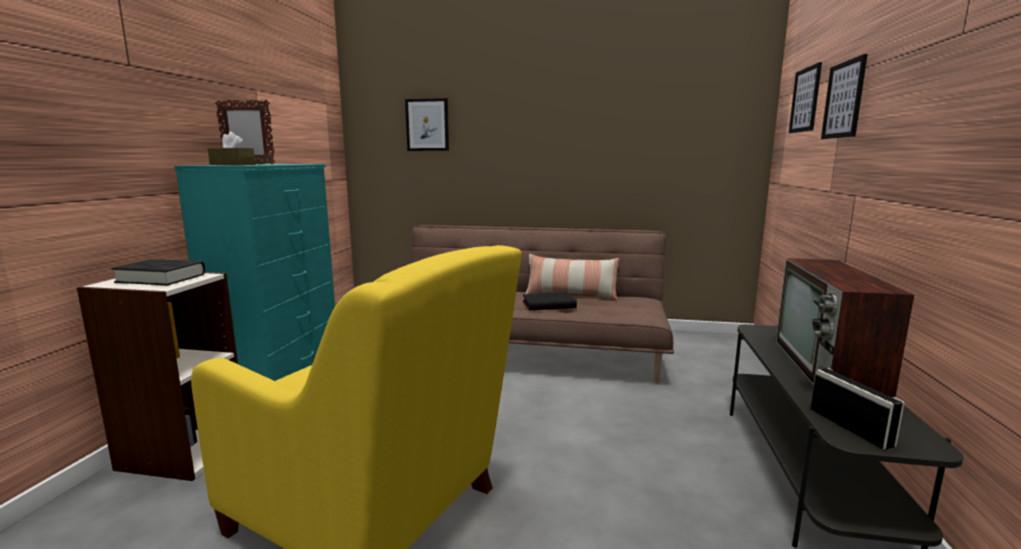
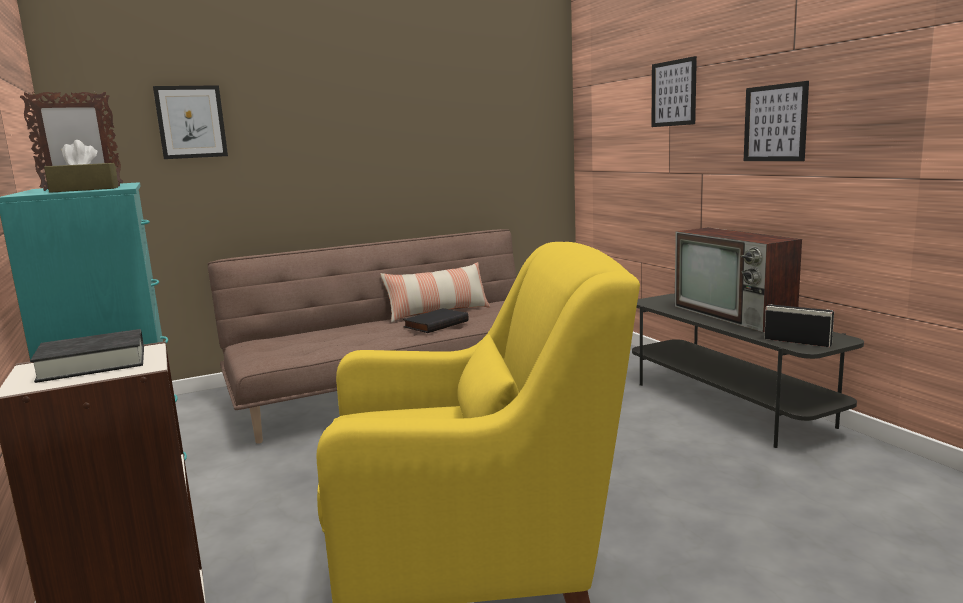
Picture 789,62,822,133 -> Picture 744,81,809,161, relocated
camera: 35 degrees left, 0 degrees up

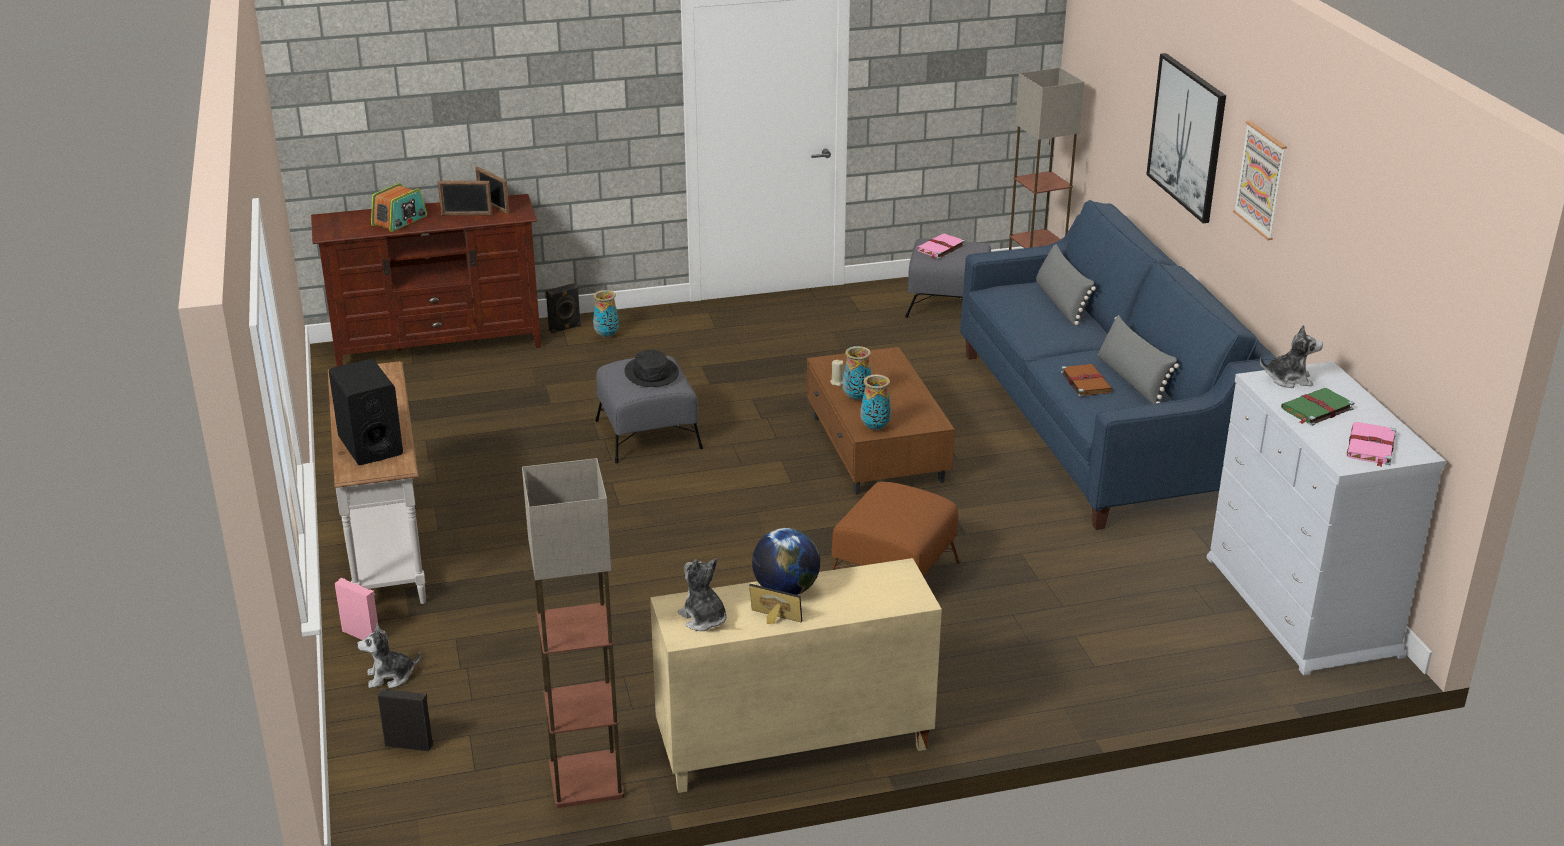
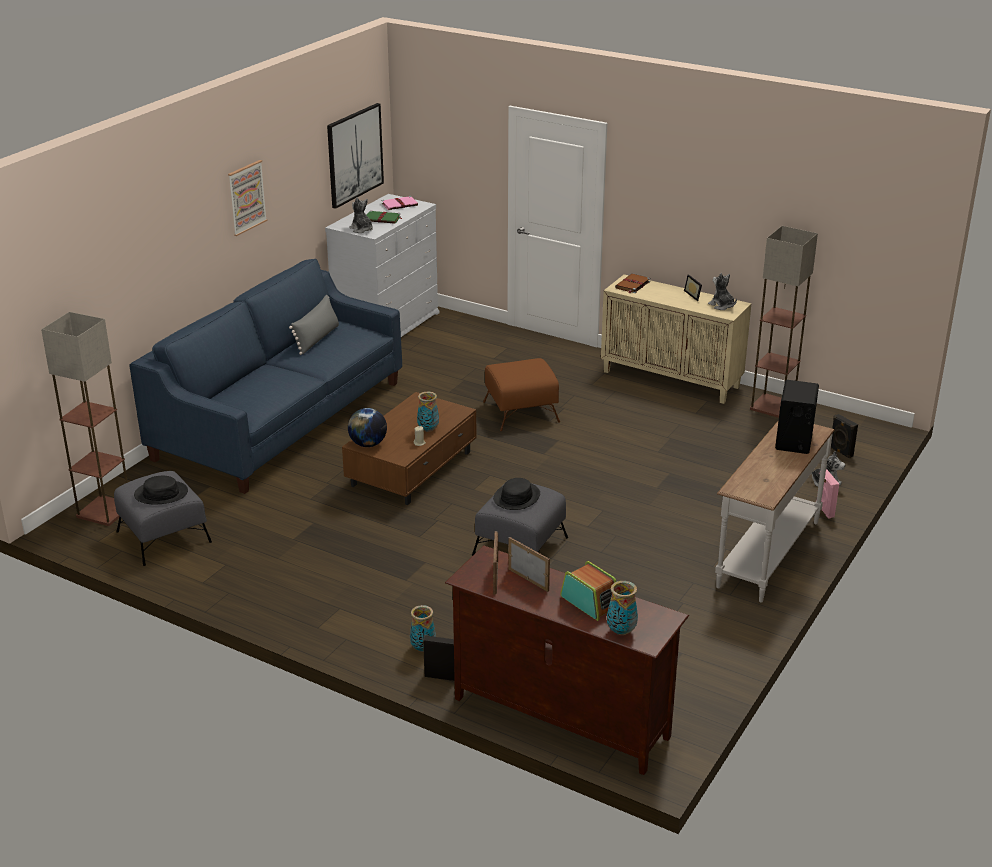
GreyPillow 1036,244,1096,325 -> none
Globe 752,528,820,595 -> Globe 348,408,387,447, relocated
Vase 861,375,891,431 -> Vase 607,581,638,635, relocated
BrownBook 1061,364,1113,397 -> BrownBook 615,274,650,293, relocated
Picture 1146,53,1226,223 -> Picture 327,103,384,209, relocated
PinkBook 916,234,965,259 -> BlackHat 134,476,188,504
Radio 371,183,427,232 -> Radio 560,561,617,621, 60 degrees clockwise
PlushToy 678,558,727,631 -> PlushToy 708,273,737,310, 135 degrees clockwise
camera: 135 degrees left, 0 degrees up

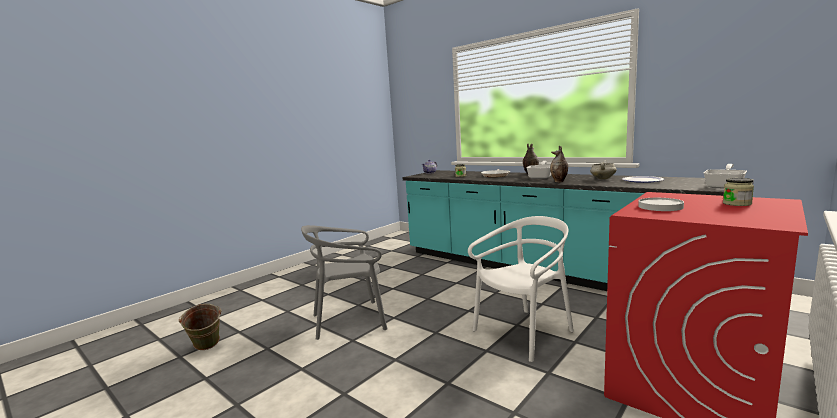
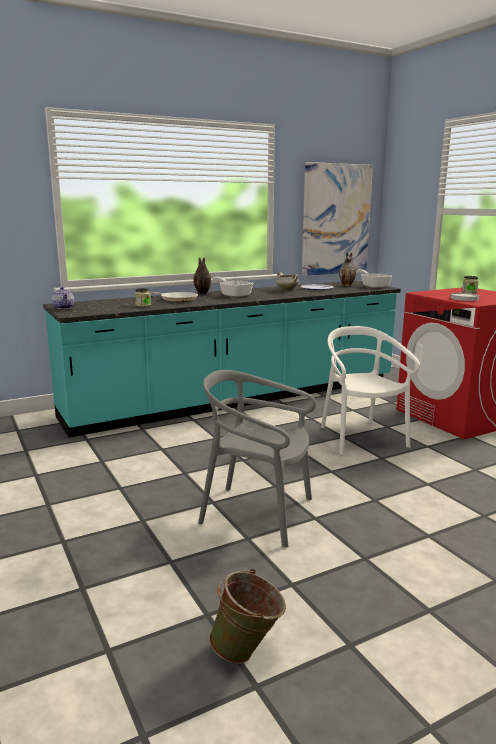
none -> Picture 302,162,373,276
Vase 550,145,568,182 -> Vase 339,252,356,286, relocated
GreyChair 301,225,388,340 -> GreyChair 198,370,316,548, 105 degrees clockwise
camera: 70 degrees left, 5 degrees up

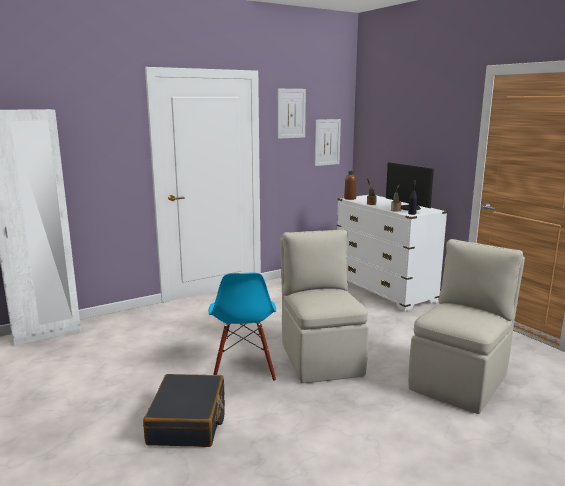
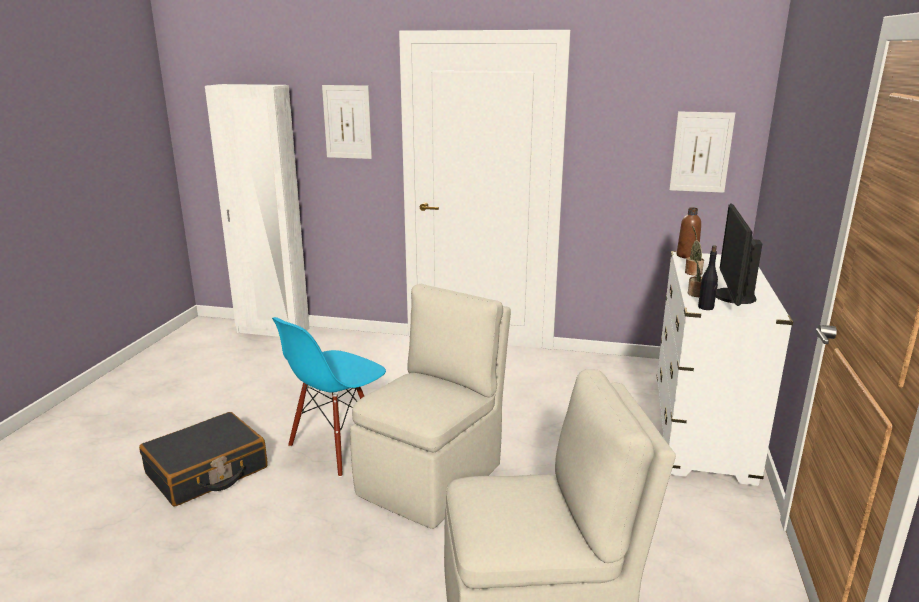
Picture 278,89,306,139 -> Picture 322,85,372,159, relocated
camera: 45 degrees right, 5 degrees up

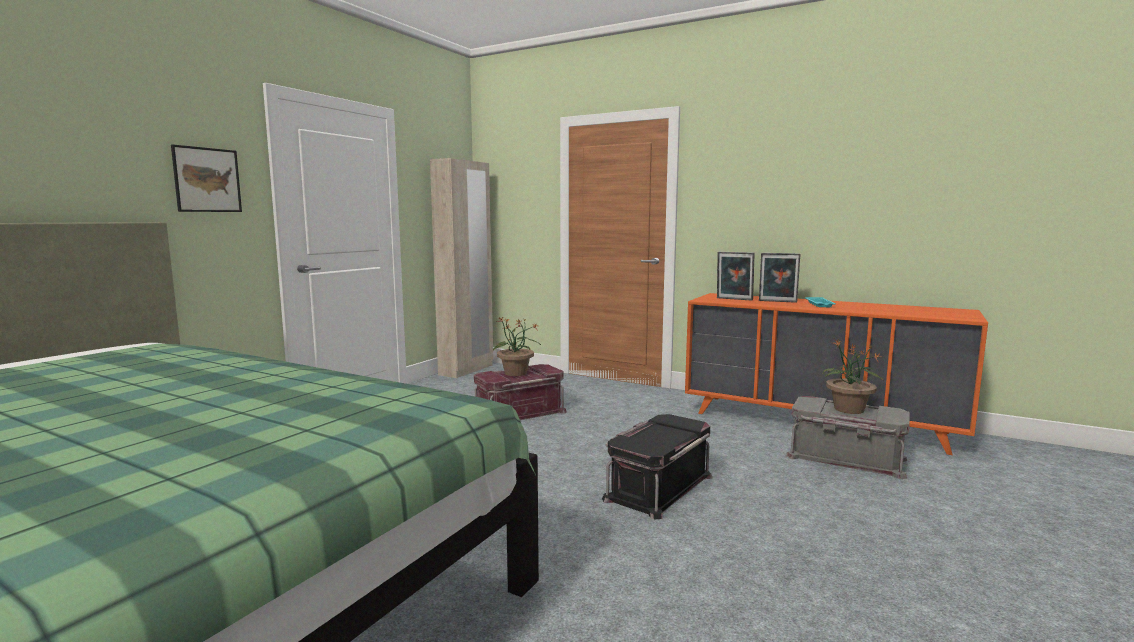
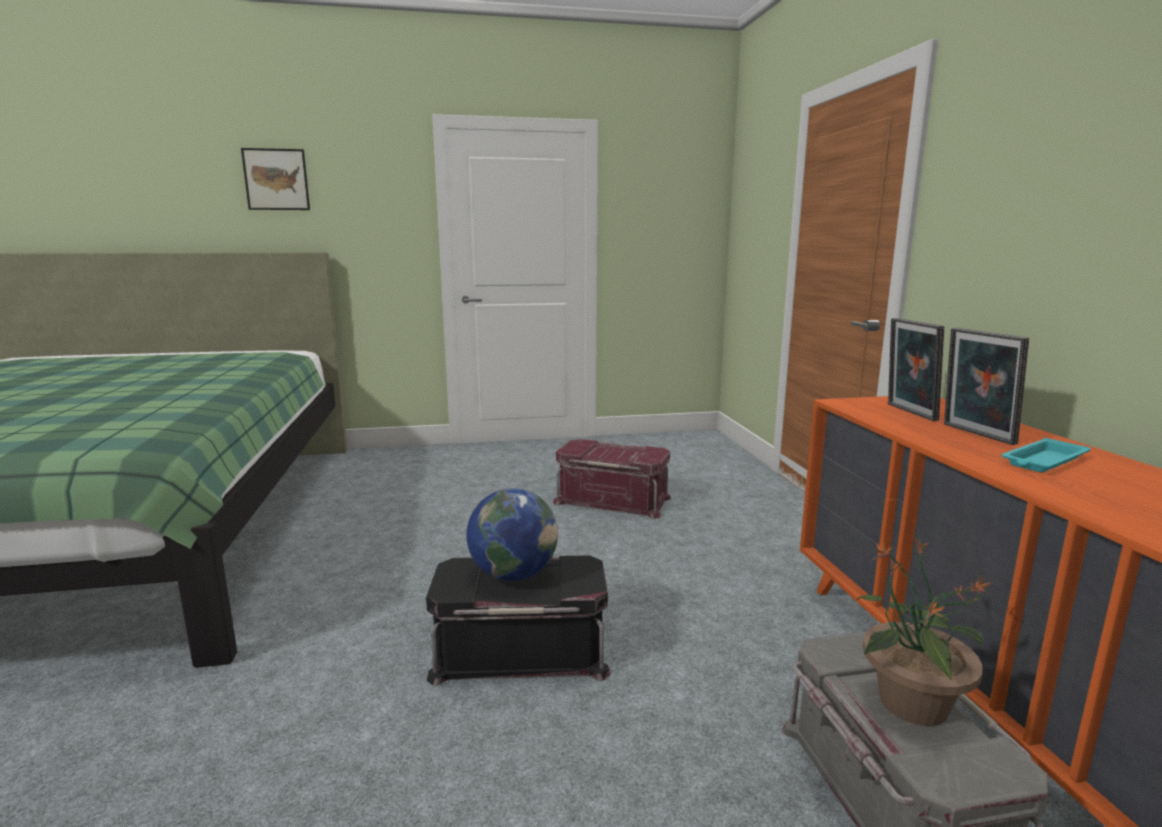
BeigeWardrobe 430,158,493,378 -> none
PottedPlant 493,318,541,376 -> none
none -> Globe 467,488,558,581
Picture 171,144,242,212 -> Picture 241,148,310,210, relocated
camera: 50 degrees right, 5 degrees up

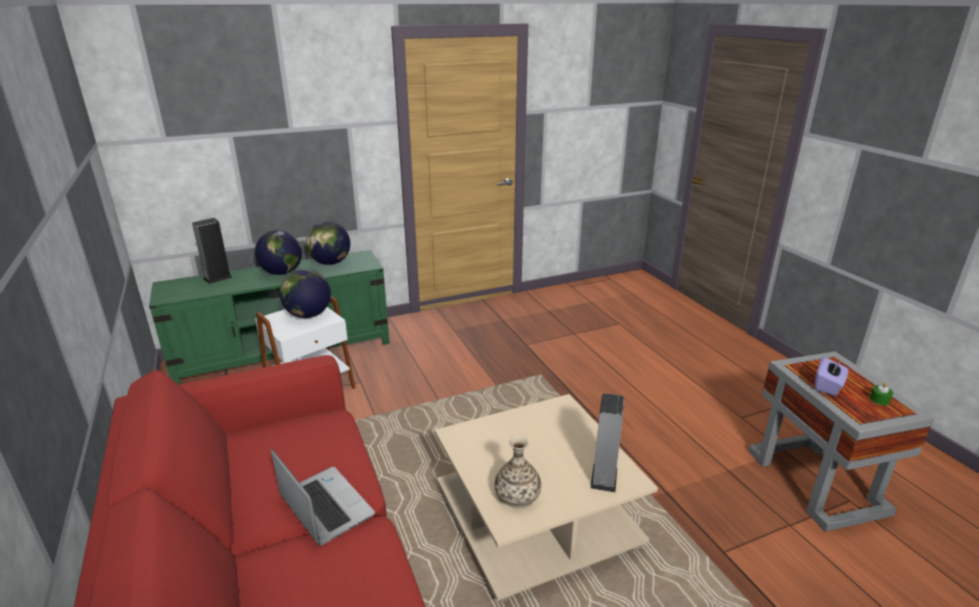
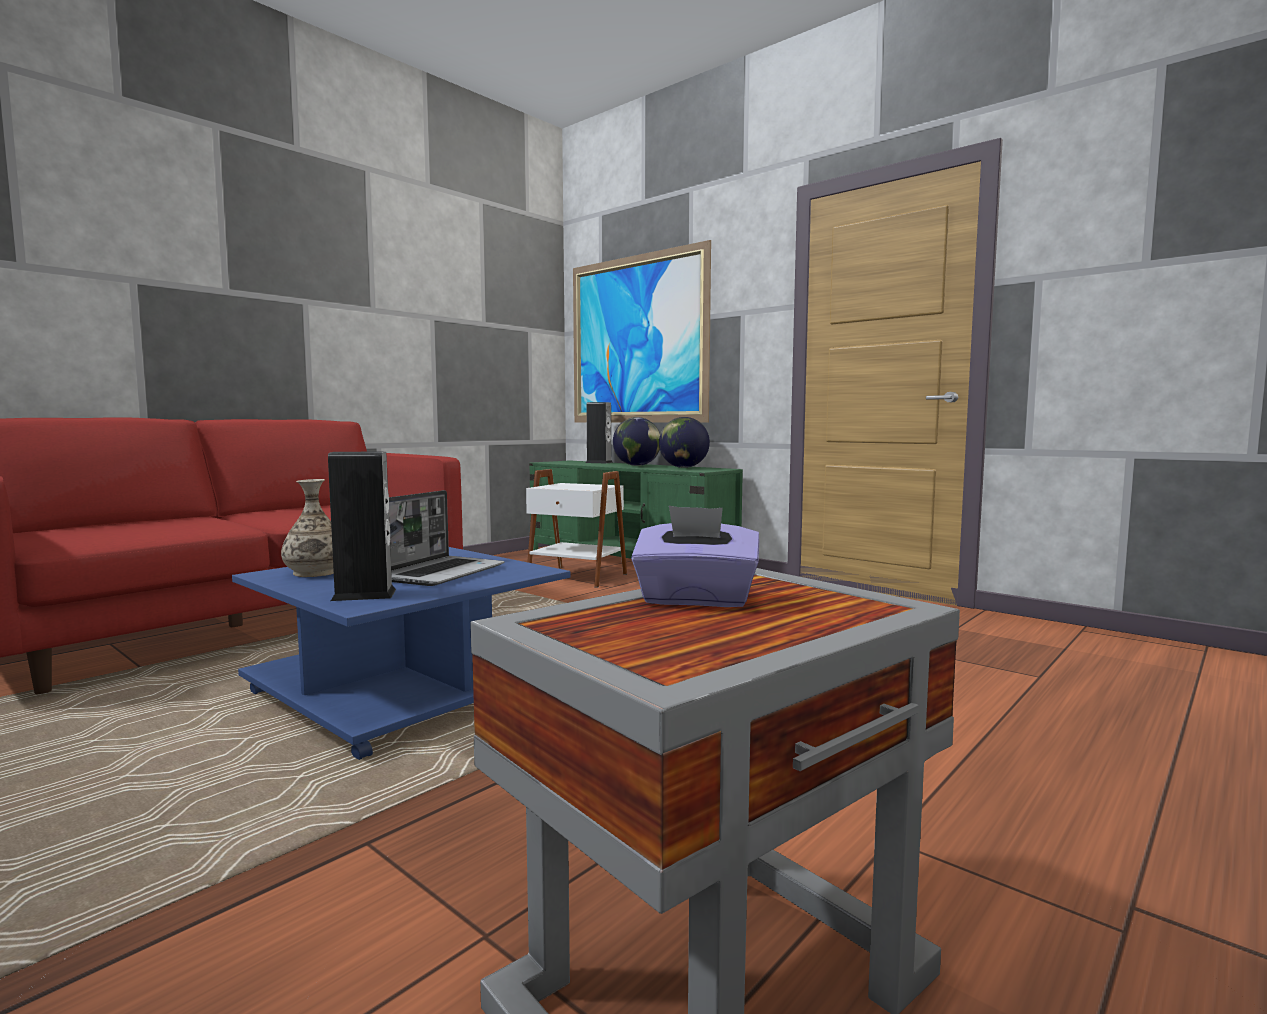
Globe 280,269,331,318 -> none
GreenCandle 870,382,893,405 -> none
none -> Picture 573,240,711,423
Laptop 271,449,375,546 -> Laptop 389,490,504,586, relocated
BeigeCoffeeTable 435,394,658,603 -> BlueCoffeeTable 232,547,570,760
camera: 65 degrees right, 20 degrees down

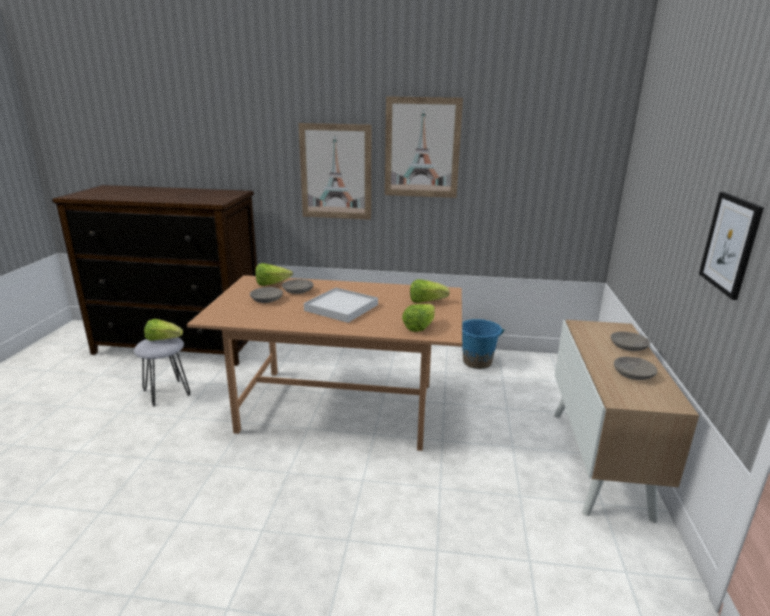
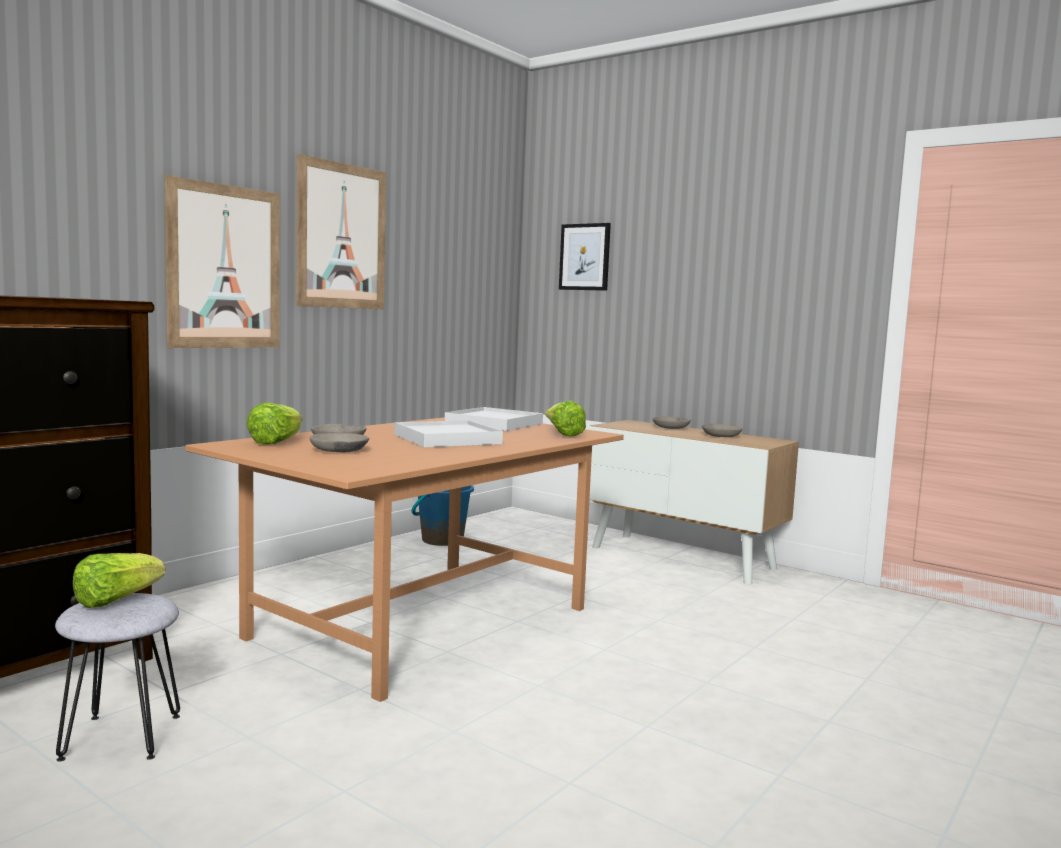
Picture 699,192,764,300 -> Picture 559,223,611,291, relocated
Lettuce 410,279,450,303 -> WhiteTray 445,407,543,431
camera: 60 degrees left, 15 degrees down

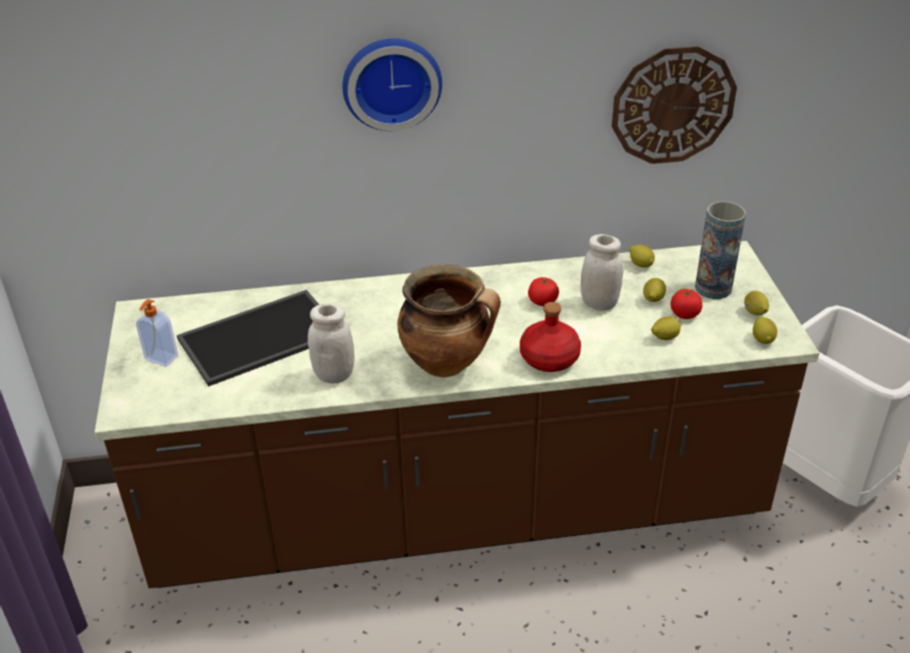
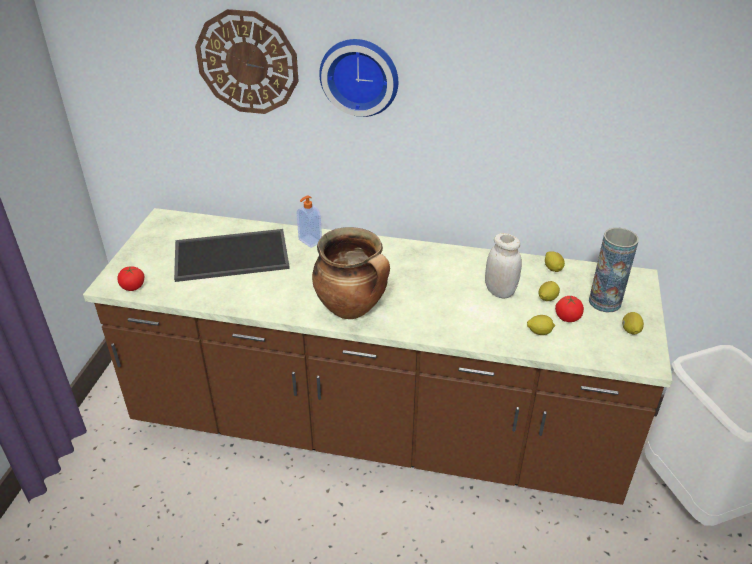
WhiteJar 308,304,355,383 -> none
RedBottle 520,302,581,372 -> none
Lemon 753,317,777,344 -> none
SoapDispenser 136,299,178,367 -> SoapDispenser 297,195,322,248, relocated
Tomato 528,277,559,306 -> Tomato 117,266,144,291, relocated
WallClock 612,46,737,164 -> WallClock 195,9,298,114, relocated
camera: 20 degrees right, 0 degrees up

